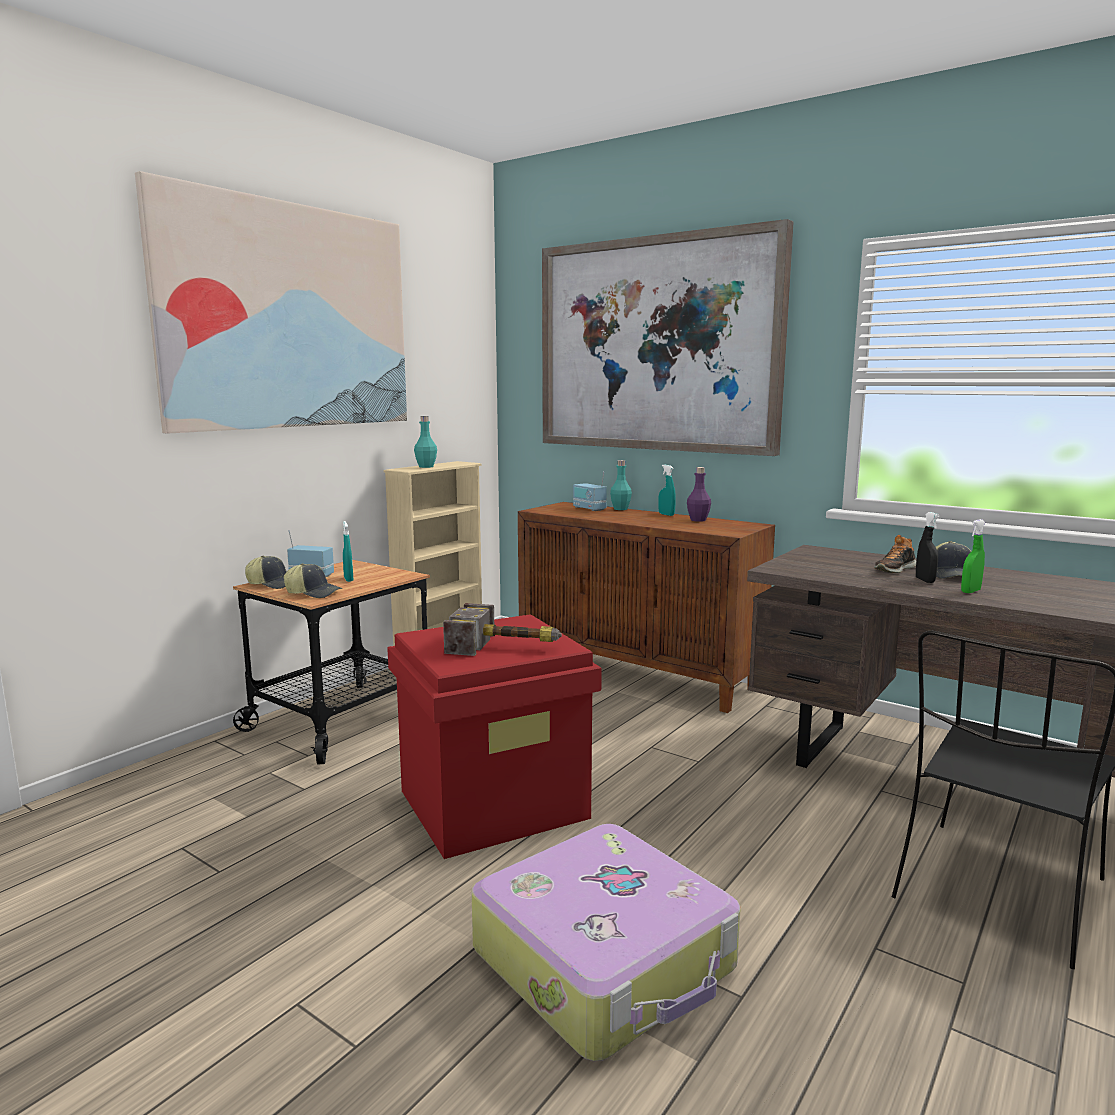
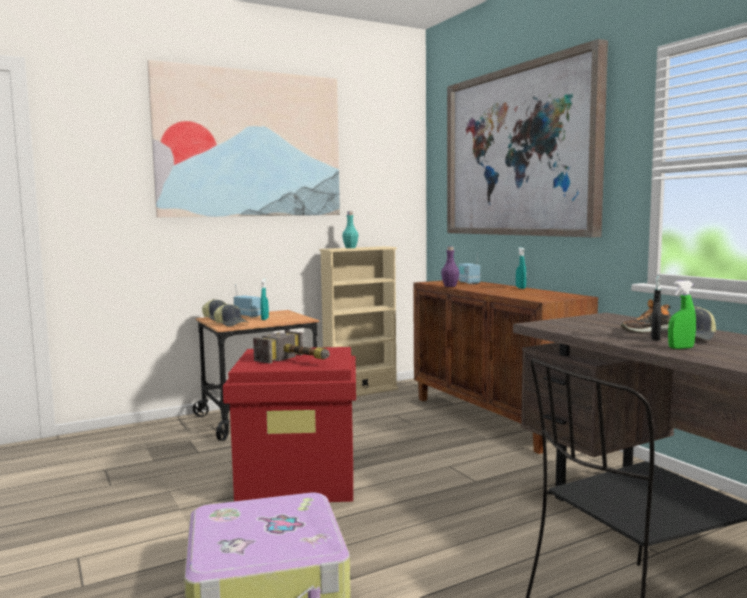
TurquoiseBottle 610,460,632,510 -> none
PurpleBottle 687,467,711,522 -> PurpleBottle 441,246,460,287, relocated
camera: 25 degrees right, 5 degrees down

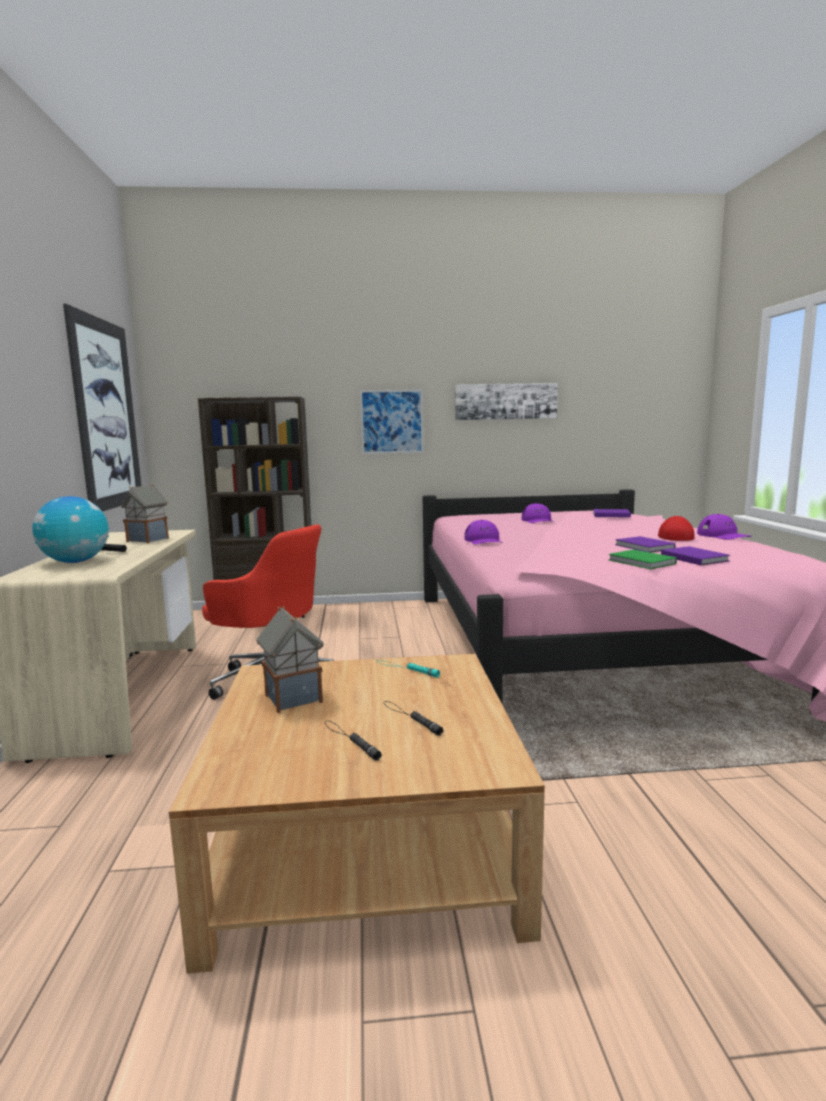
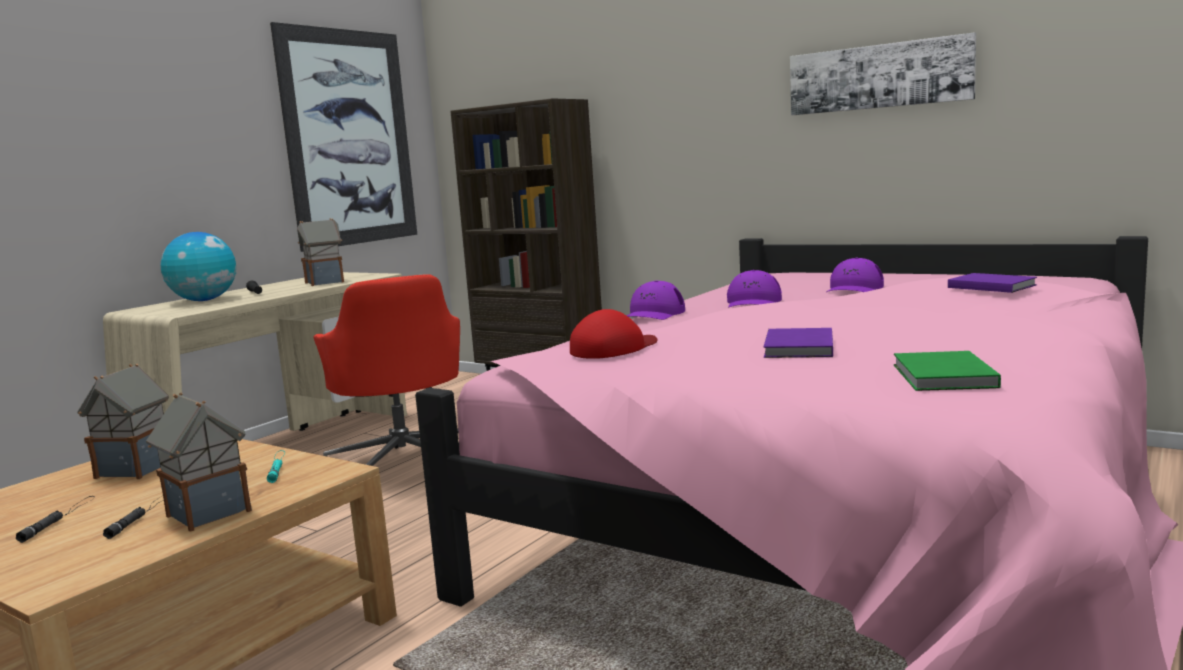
Picture 360,389,424,454 -> none
PurpleBook 661,546,730,565 -> none
none -> ToyHouse 146,392,252,532
GreenBook 609,549,677,569 -> GreenBook 894,351,1001,391, relocated
RedCap 658,516,694,541 -> RedCap 570,309,658,359, relocated
PurpleCap 697,514,751,540 -> PurpleCap 727,270,782,307, relocated
camera: 40 degrees right, 0 degrees up

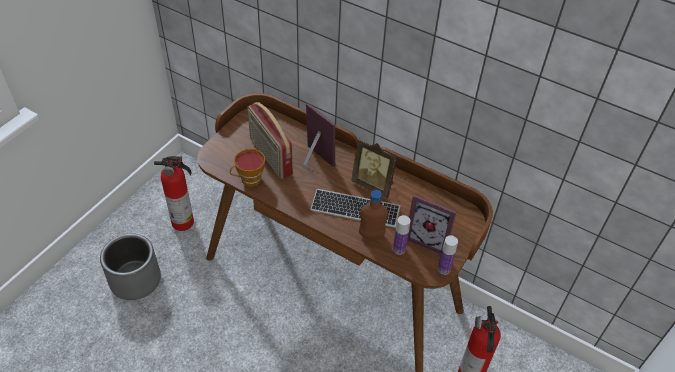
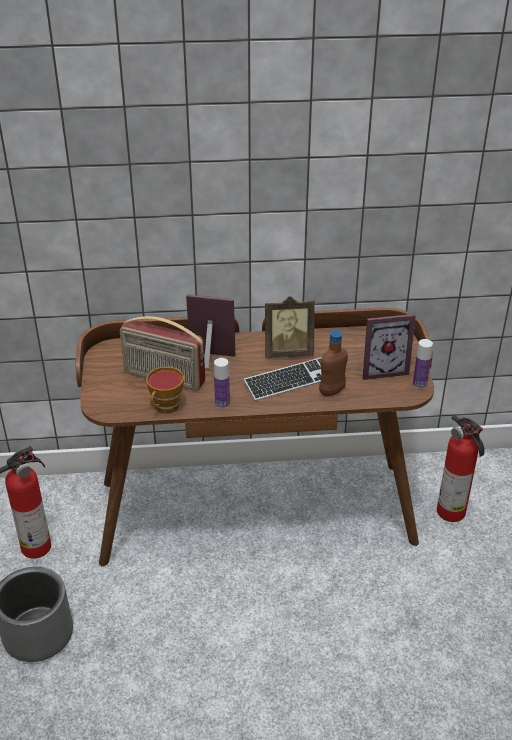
Bottle 393,215,410,255 -> Bottle 214,358,230,409, relocated
camera: 35 degrees left, 10 degrees down

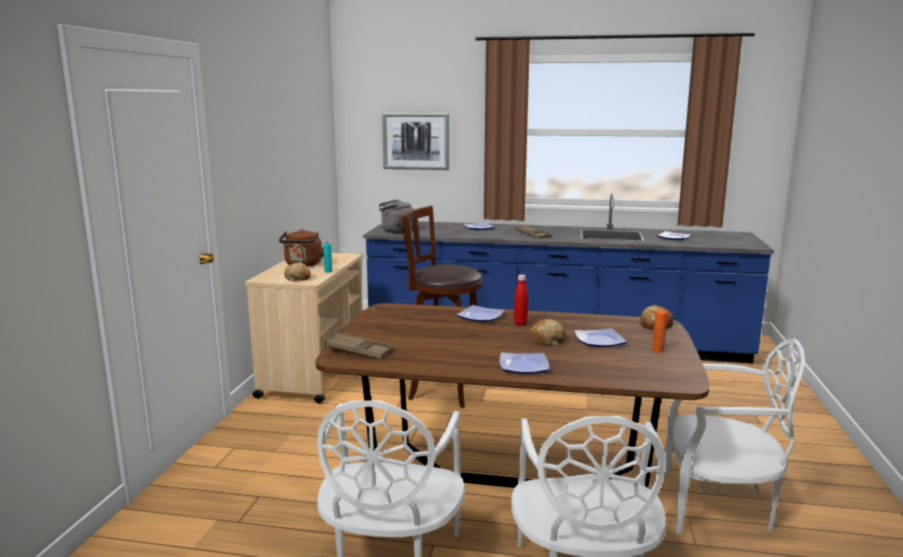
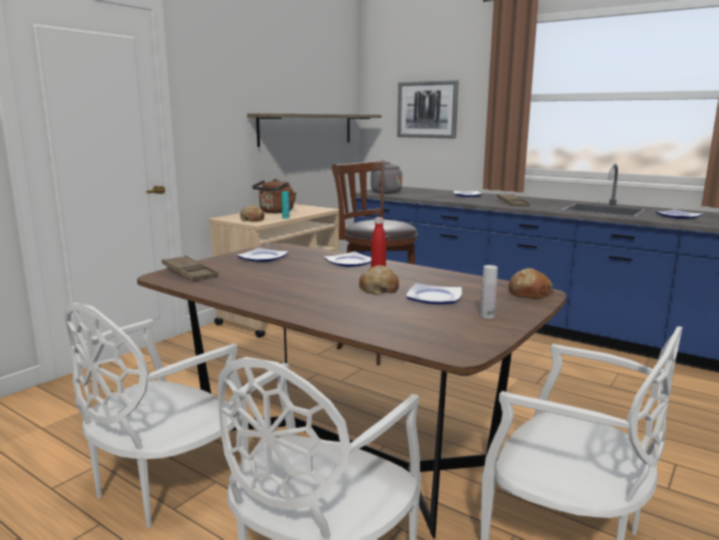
none -> Shelf 247,114,381,147
Plate 500,353,549,374 -> Plate 236,248,289,262, relocated
OrangeBottle 652,310,667,353 -> WhiteBottle 480,265,498,319
camera: 25 degrees right, 0 degrees up

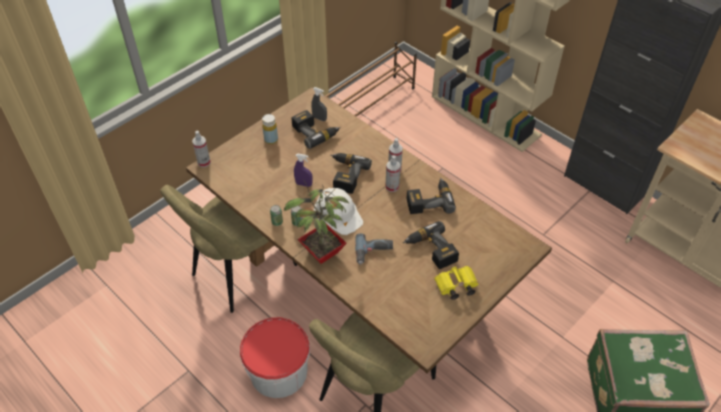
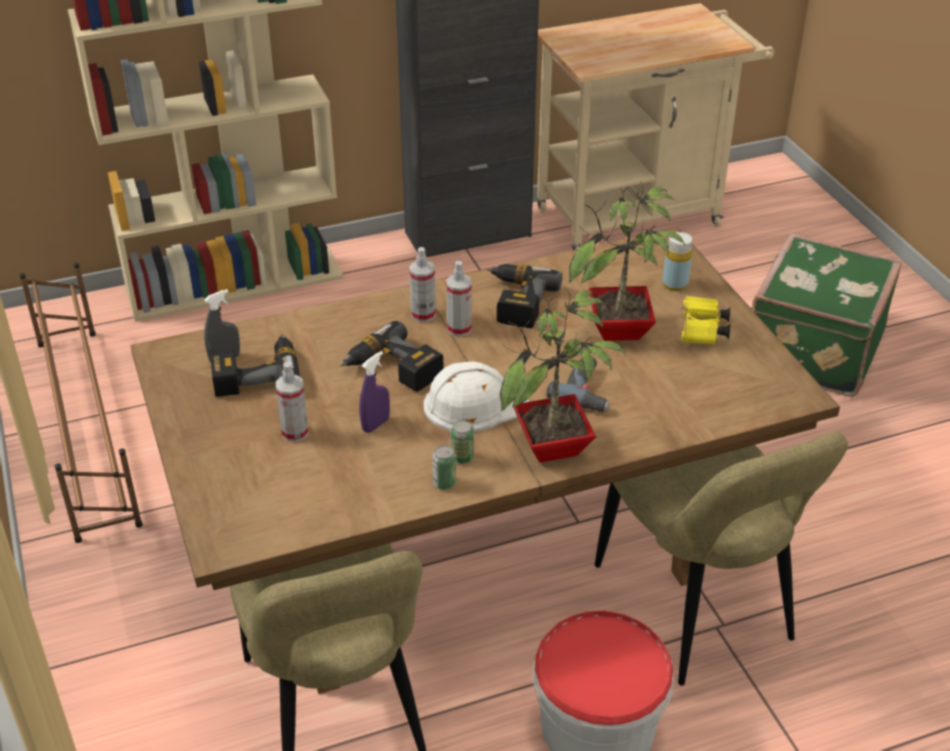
SprayBottle 192,131,211,167 -> SprayBottle 276,362,309,442, relocated
YellowBottle 262,114,278,144 -> YellowBottle 663,232,692,291, relocated
PowerDrill 403,221,459,269 -> PottedPlant 569,181,685,341
camera: 65 degrees left, 10 degrees down

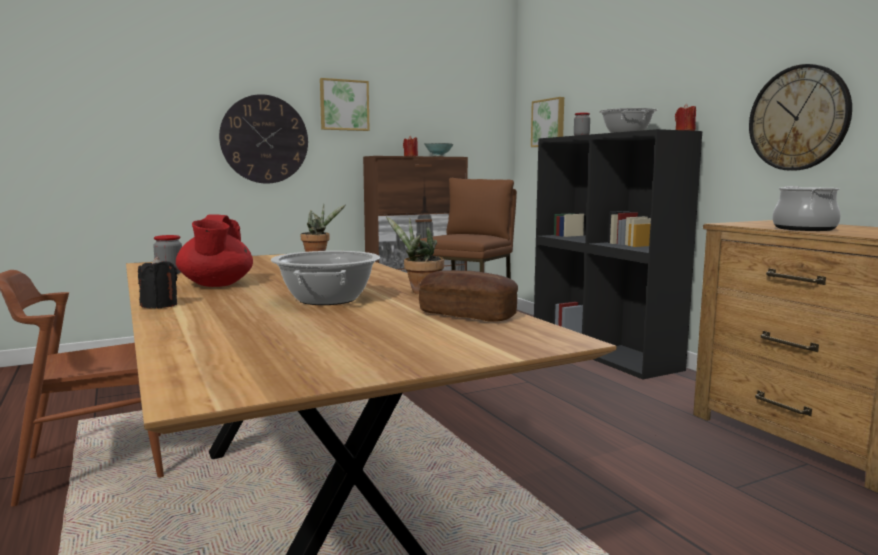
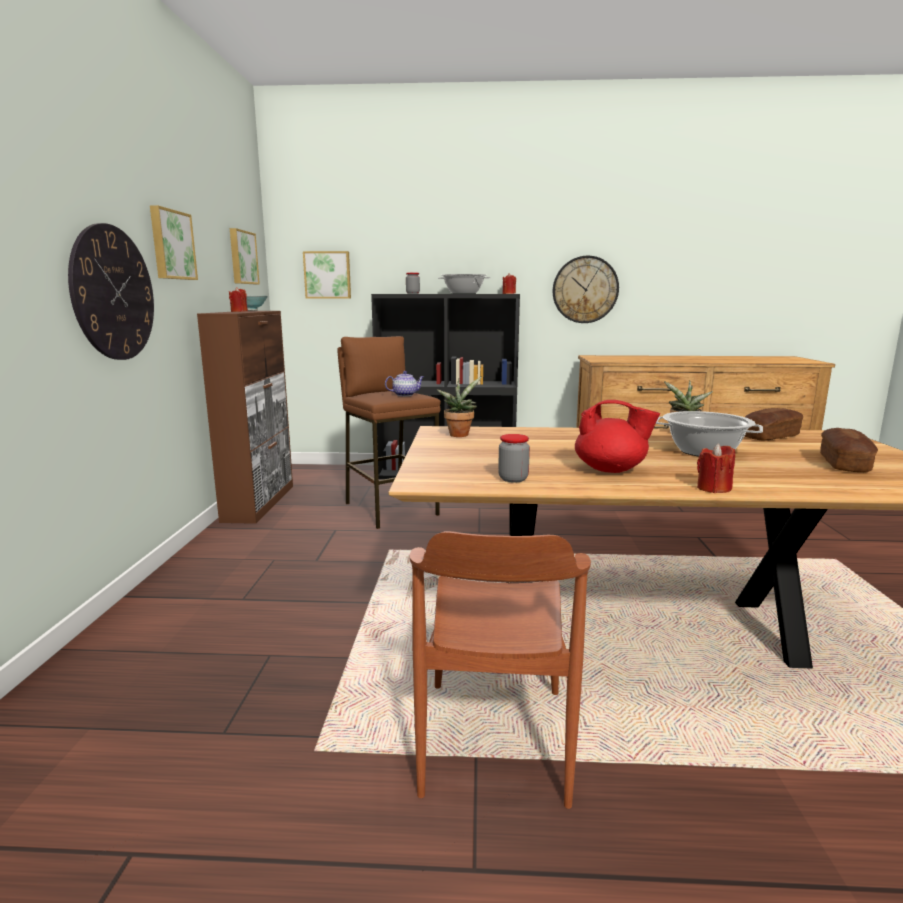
CookingPot 772,186,841,231 -> none
none -> Picture 230,228,260,284
none -> Teapot 385,371,424,396
none -> Bread 820,428,878,472
BlackCandle 138,257,178,309 -> RedCandle 697,443,735,493
camera: 60 degrees left, 5 degrees up

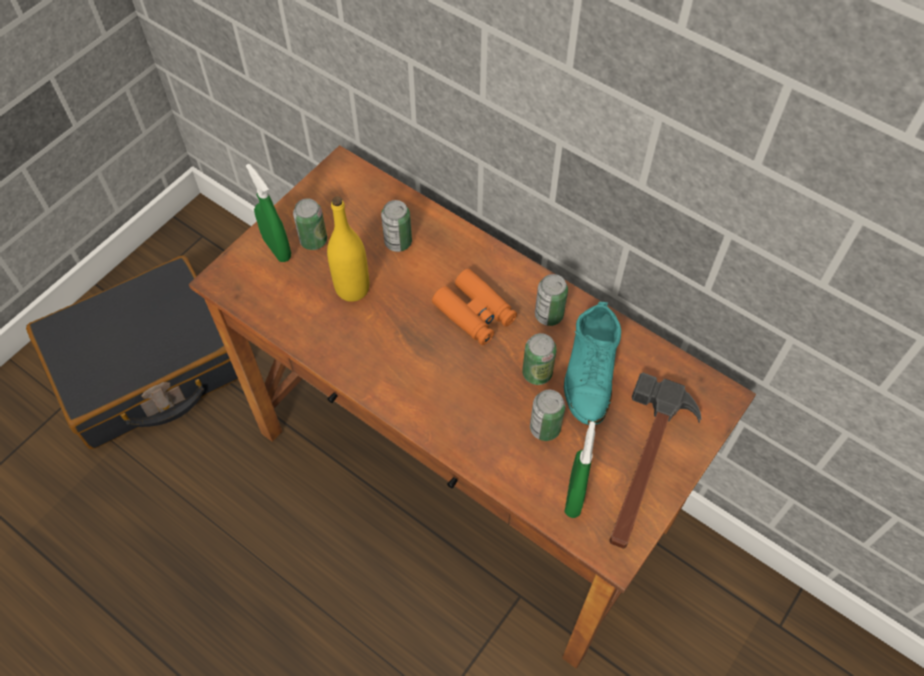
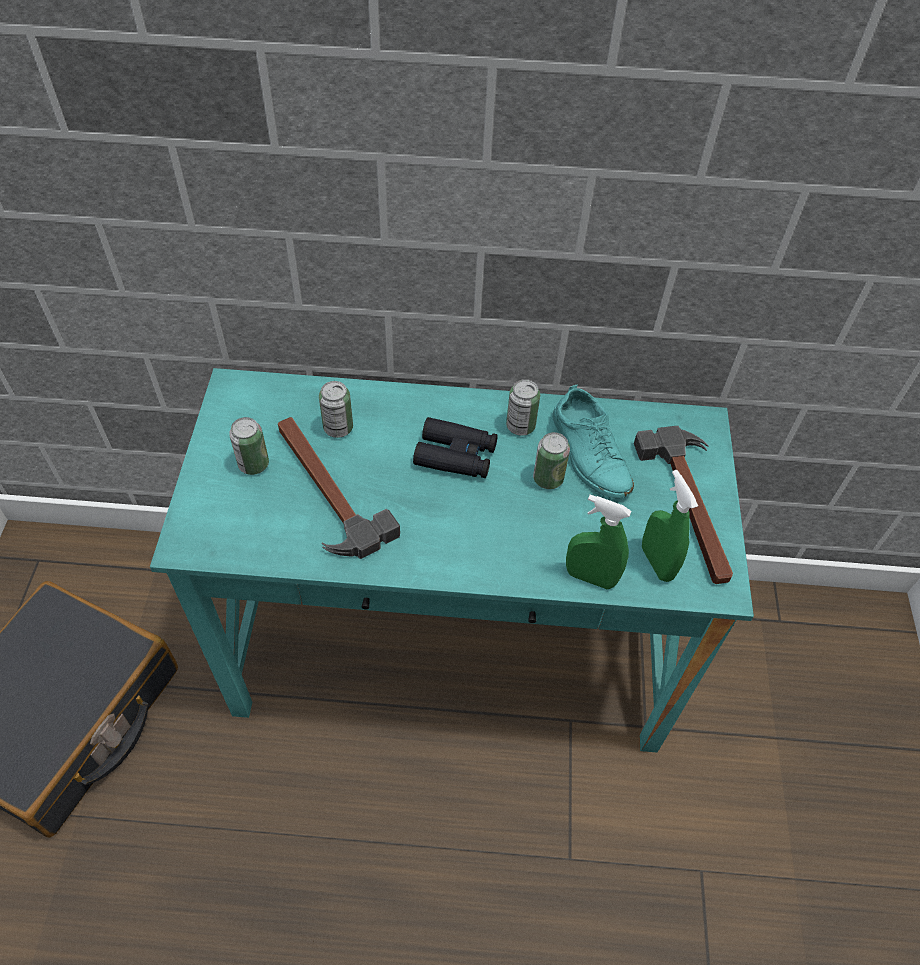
Can 530,390,566,441 -> none
GreenSprayBottle 246,164,291,262 -> GreenSprayBottle 566,495,631,589, relocated
YellowBottle 327,197,369,302 -> Hammer 278,417,400,559
BrownDesk 189,145,756,668 -> TurquoiseDesk 150,368,754,752
OrangeBinoculars 432,269,517,345 -> BlackBinoculars 413,417,498,478
camera: 35 degrees left, 5 degrees down

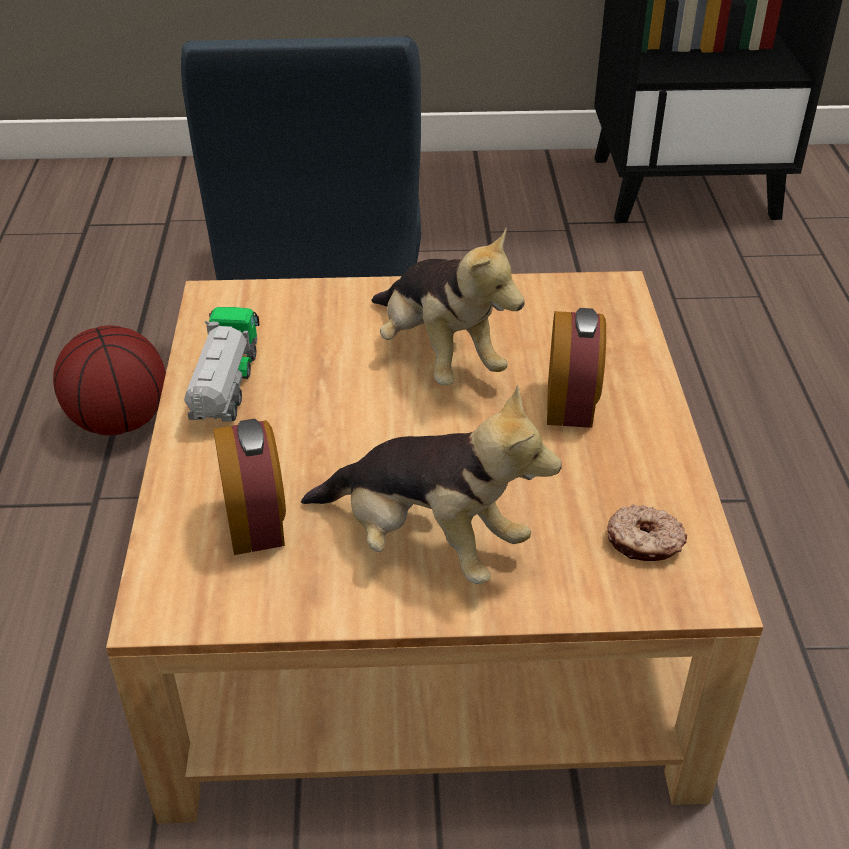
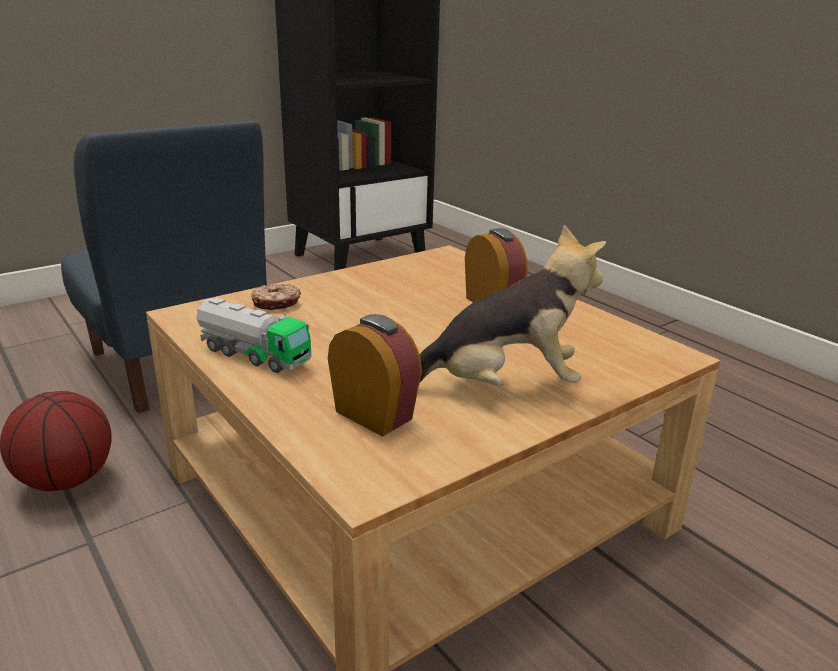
PlushToy 371,227,525,385 -> none
Donut 607,504,687,561 -> Donut 251,283,301,310, relocated
ToyTruck 184,307,259,422 -> ToyTruck 197,297,311,373, 150 degrees clockwise
camera: 35 degrees left, 15 degrees down

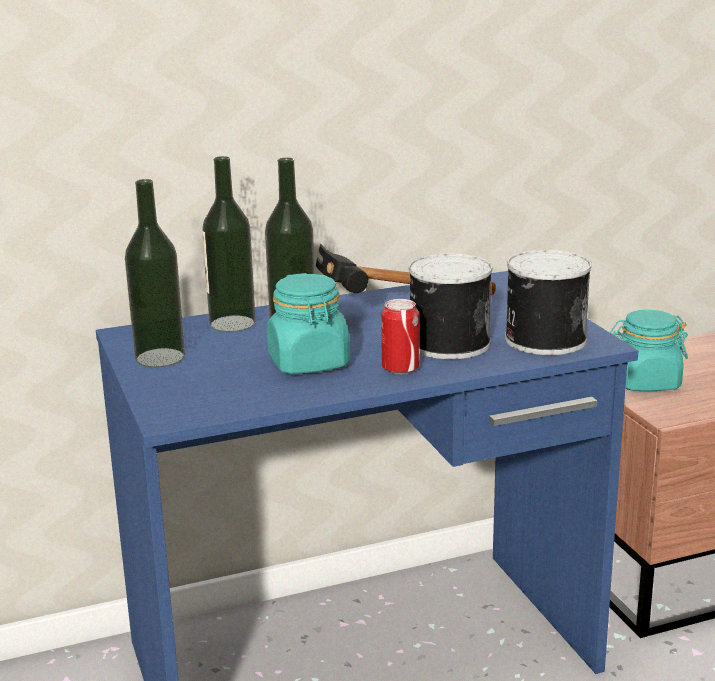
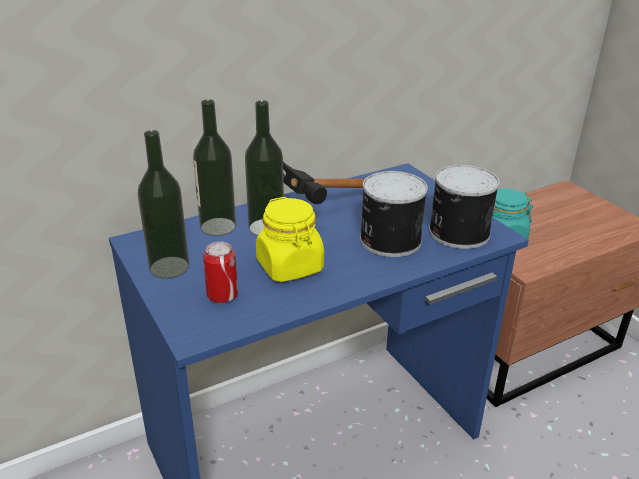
Can 381,299,420,374 -> Can 203,242,238,303, relocated
TurquoiseJar 267,273,350,374 -> YellowJar 256,197,324,282
camera: 10 degrees left, 10 degrees up

